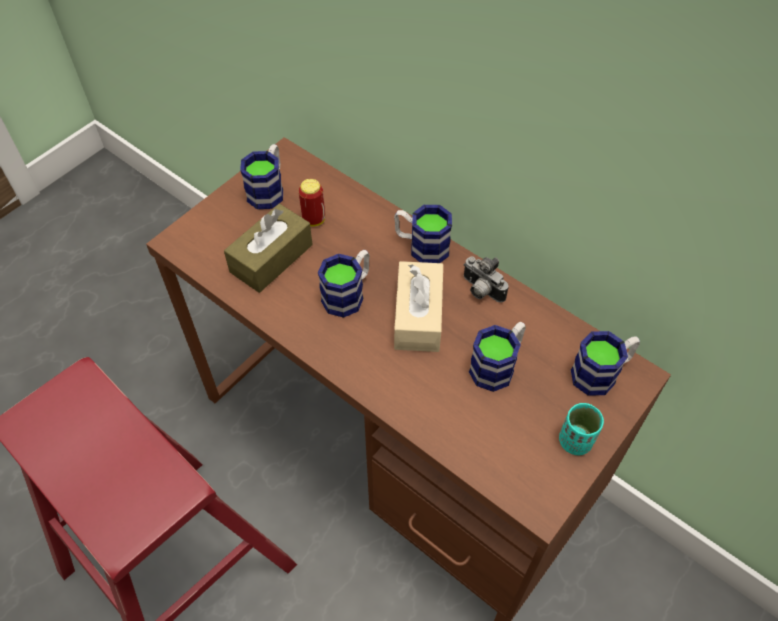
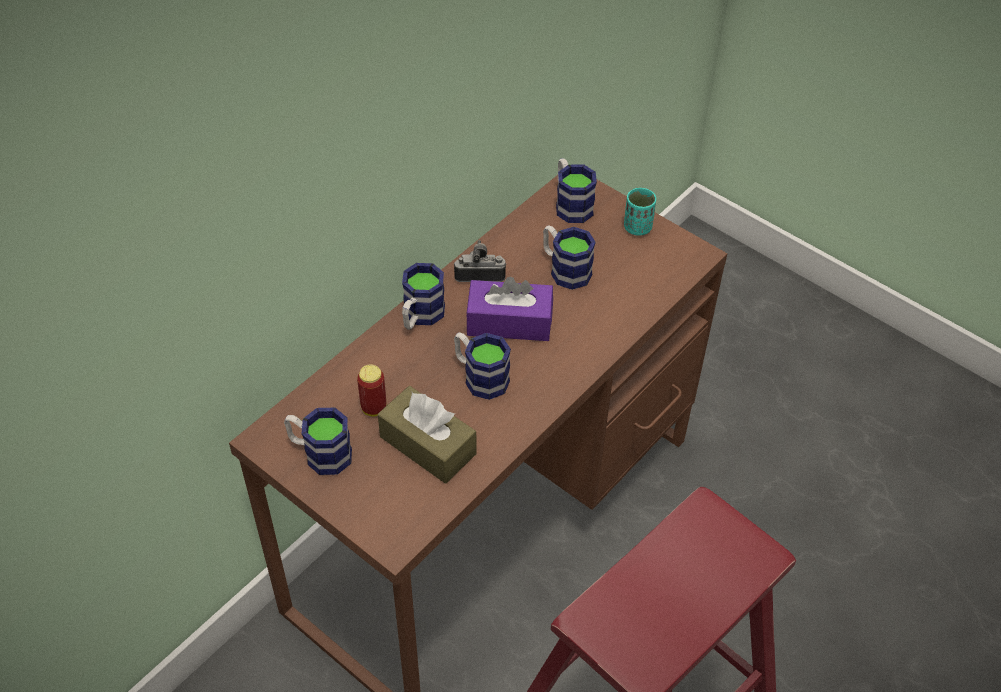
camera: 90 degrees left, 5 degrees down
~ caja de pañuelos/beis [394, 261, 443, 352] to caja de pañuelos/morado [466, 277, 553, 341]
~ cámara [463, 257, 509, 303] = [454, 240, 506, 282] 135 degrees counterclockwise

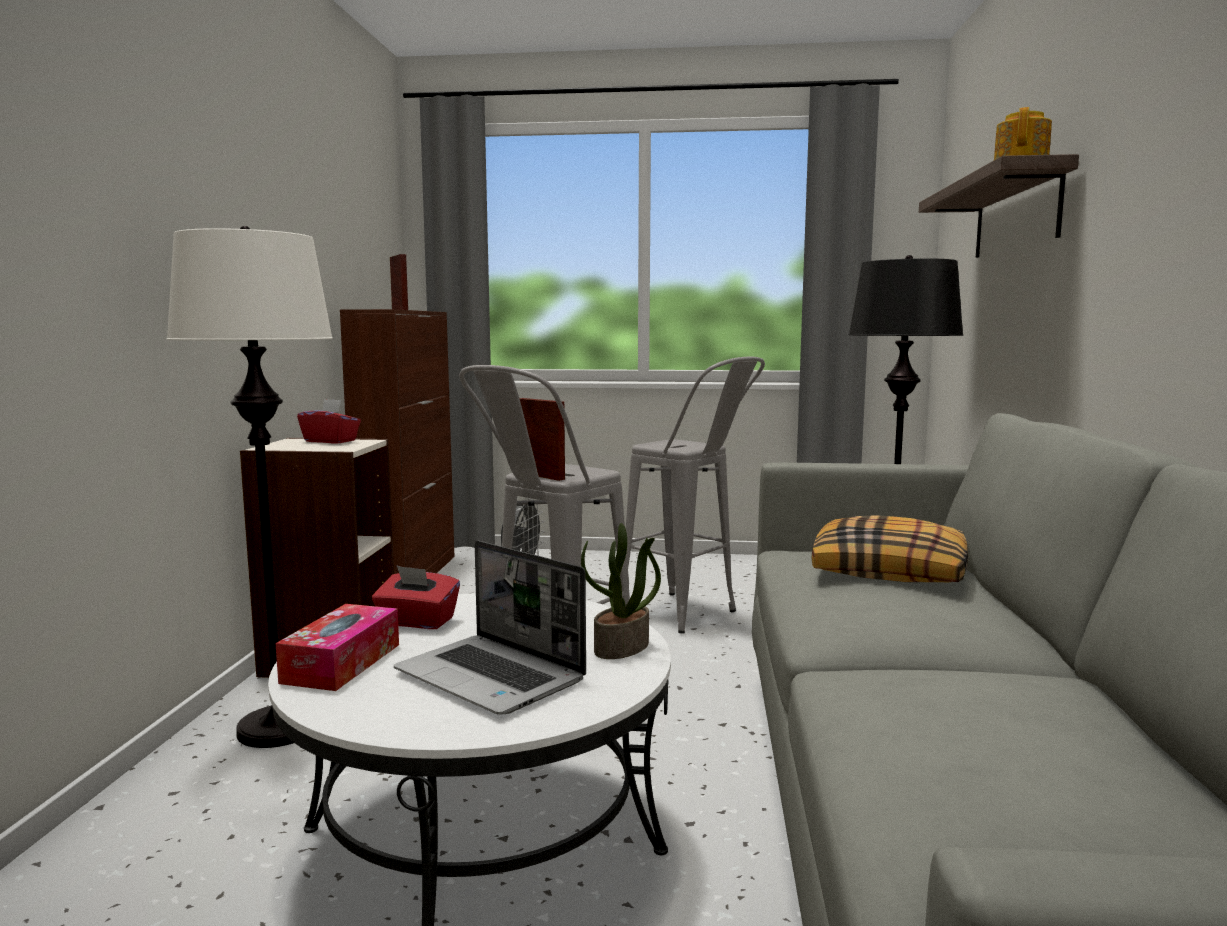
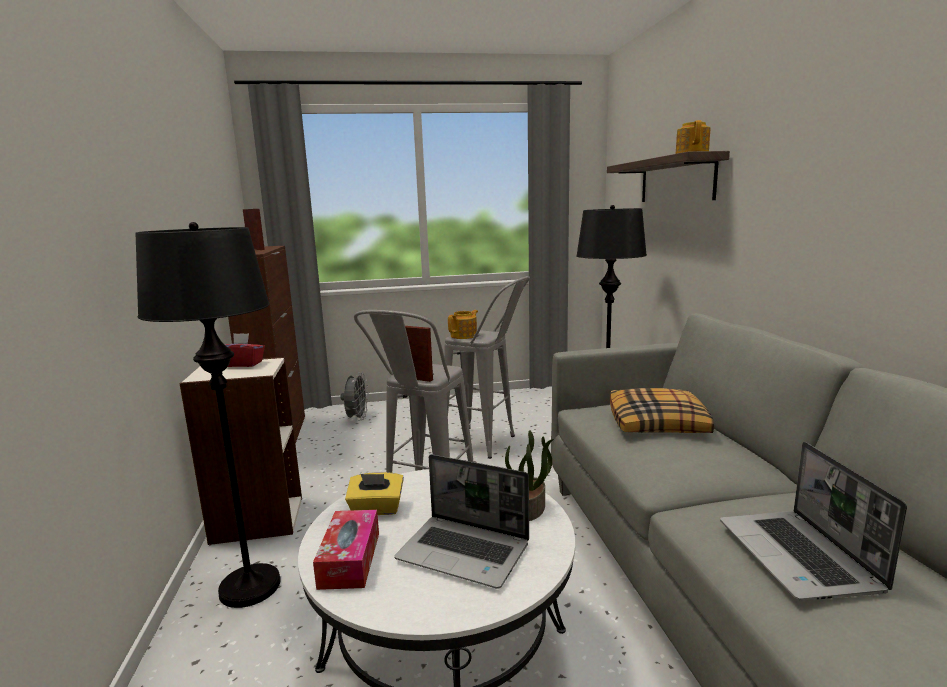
camera: 15 degrees left, 5 degrees up
+ tetera [448, 310, 478, 339]
+ portátil [720, 442, 907, 601]
~ lámpara de pie/blanco [166, 226, 333, 748] to lámpara de pie/negro [135, 222, 281, 608]
~ caja de pañuelos/rojo [372, 566, 460, 629] to caja de pañuelos/amarillo [345, 472, 404, 515]

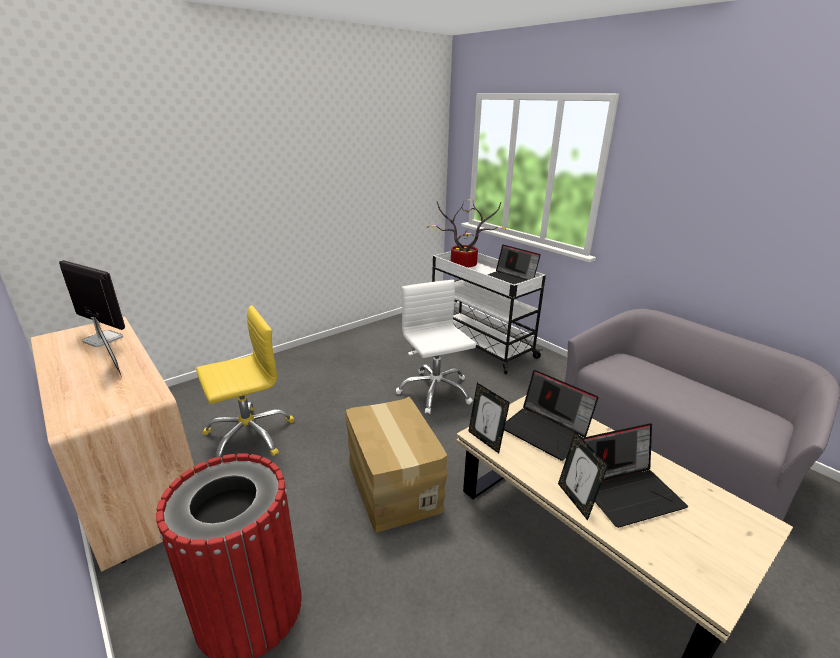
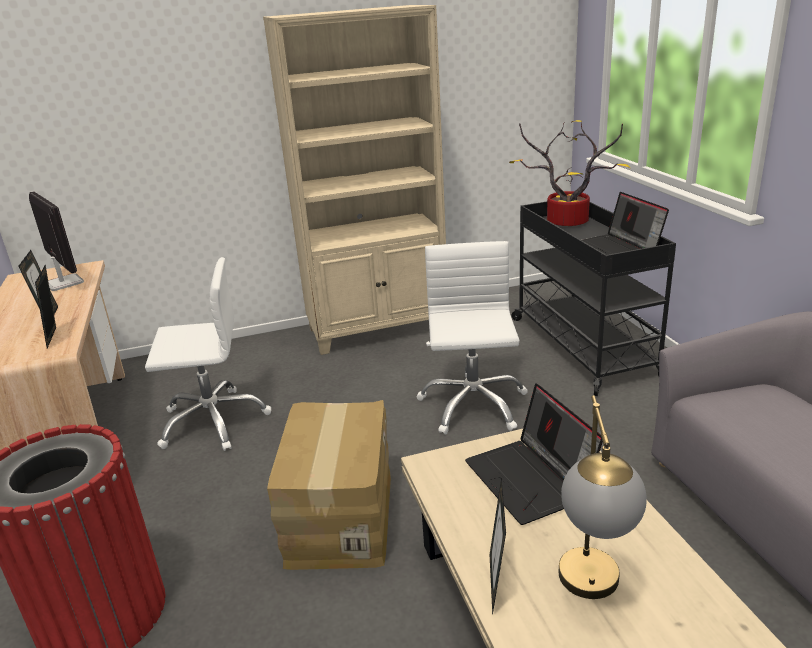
camera: 25 degrees right, 0 degrees up
+ estantería/beis [263, 5, 446, 355]
~ portarretratos [468, 383, 510, 453] to [35, 265, 56, 349]
~ portátil [583, 423, 688, 528] to lámpara de mesa [559, 395, 647, 599]
~ silla de oficina/amarillo [196, 305, 295, 461] to silla de oficina/blanco [145, 257, 271, 451]
~ carrito/blanco [432, 251, 546, 374] to carrito/negro [512, 202, 676, 396]

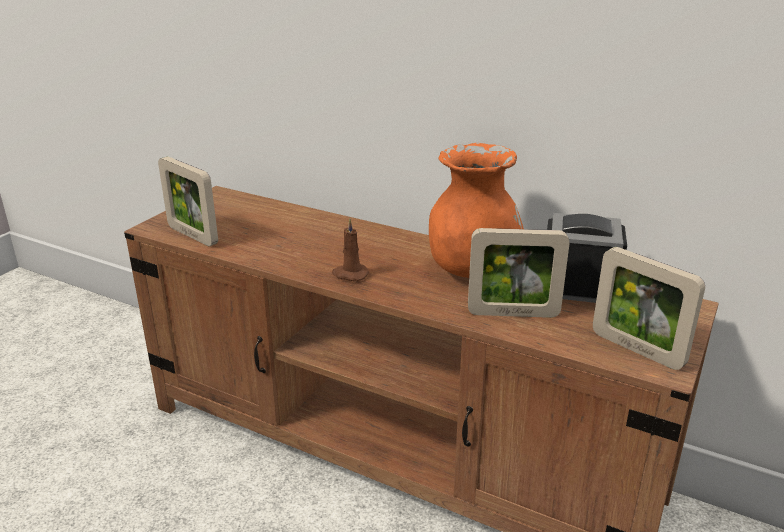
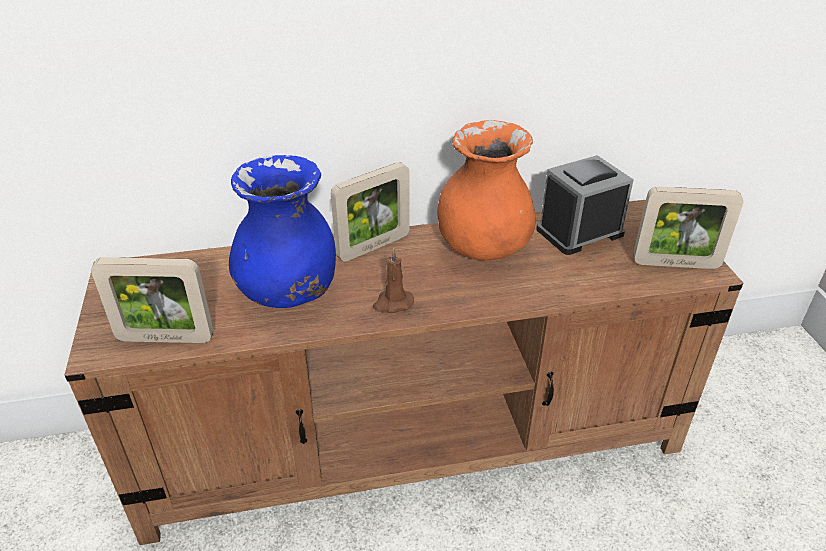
camera: 40 degrees left, 10 degrees up
+ florero/azul [229, 155, 336, 308]
~ portarretratos [468, 228, 569, 318] to [331, 162, 410, 261]

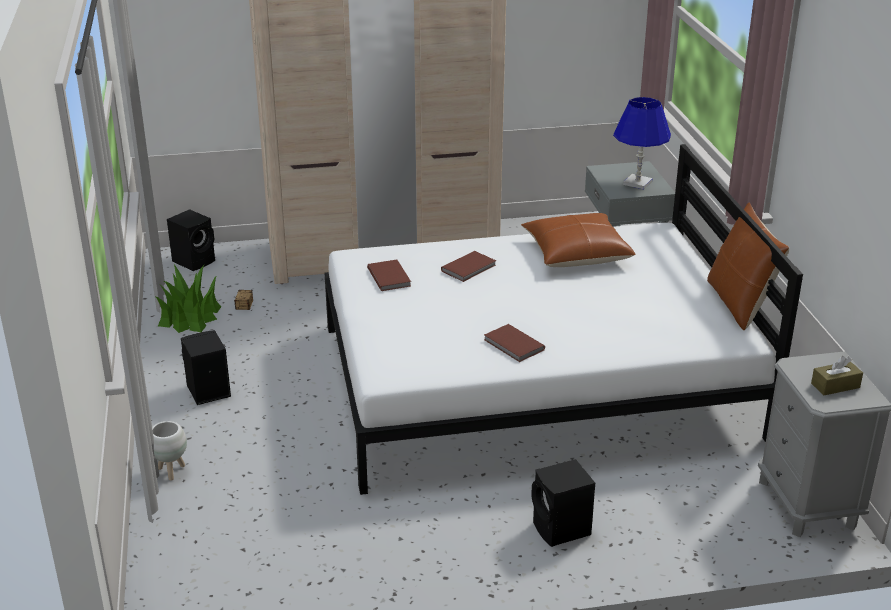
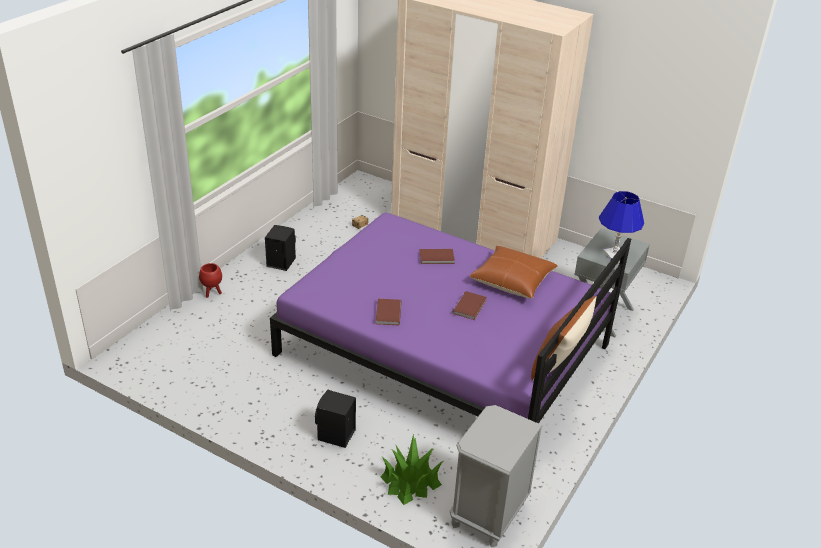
camera: 40 degrees right, 5 degrees up
- altavoz/negro [167, 209, 215, 271]
- caja de pañuelos/marrón [811, 356, 863, 395]
~ planta en maceta [156, 264, 221, 333] to [380, 434, 443, 505]
~ libro/marrón [367, 259, 411, 291] to [452, 291, 487, 320]
~ maceta/blanco [152, 421, 187, 481] to maceta/rojo [199, 263, 222, 298]
~ cama/blanco [325, 144, 803, 495] to cama/morado [270, 213, 631, 424]

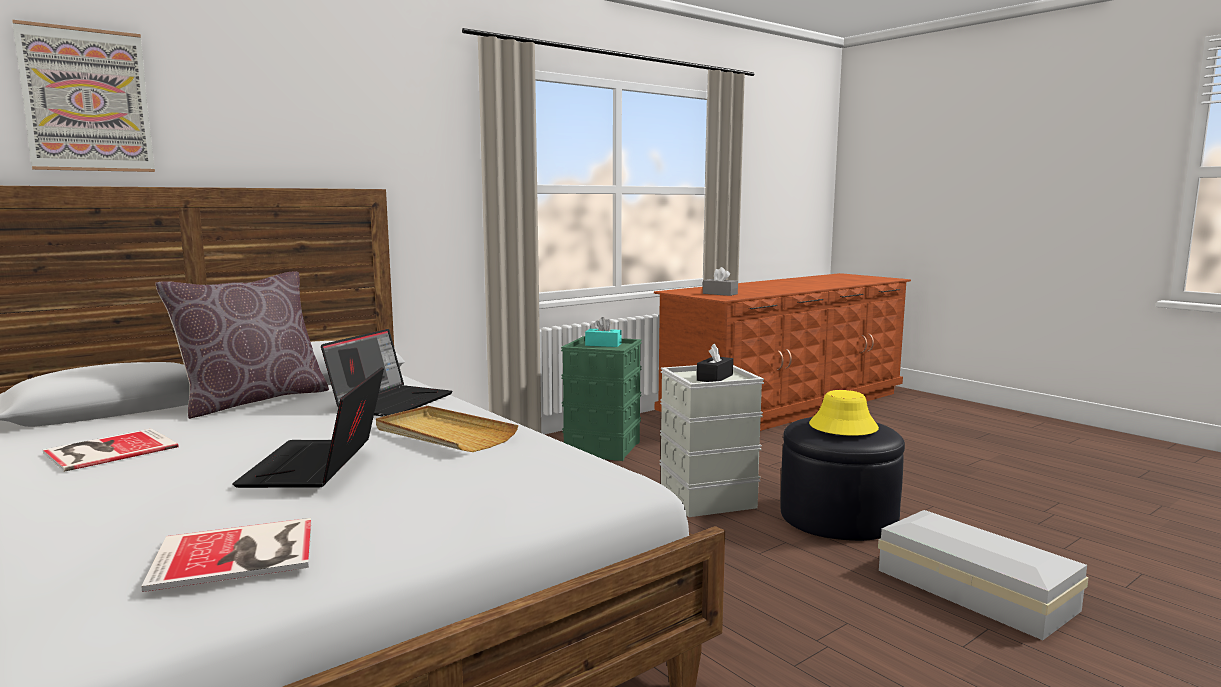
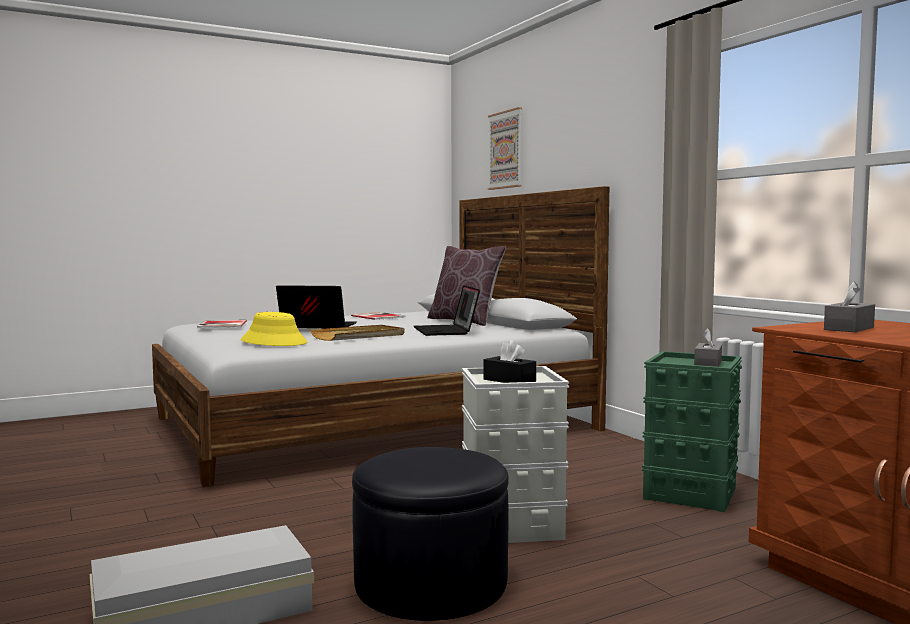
camera: 100 degrees right, 5 degrees down
~ sombrero/amarillo [809, 390, 879, 436] to [241, 312, 307, 346]
~ caja de pañuelos/turquesa [585, 317, 622, 347] to caja de pañuelos/gris [694, 328, 722, 367]
~ portátil [321, 329, 453, 416] = [414, 285, 480, 336] 45 degrees clockwise

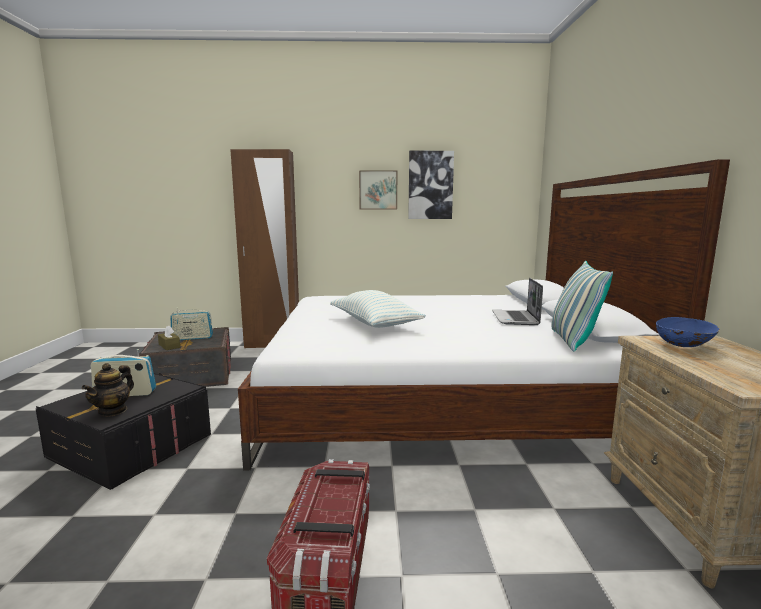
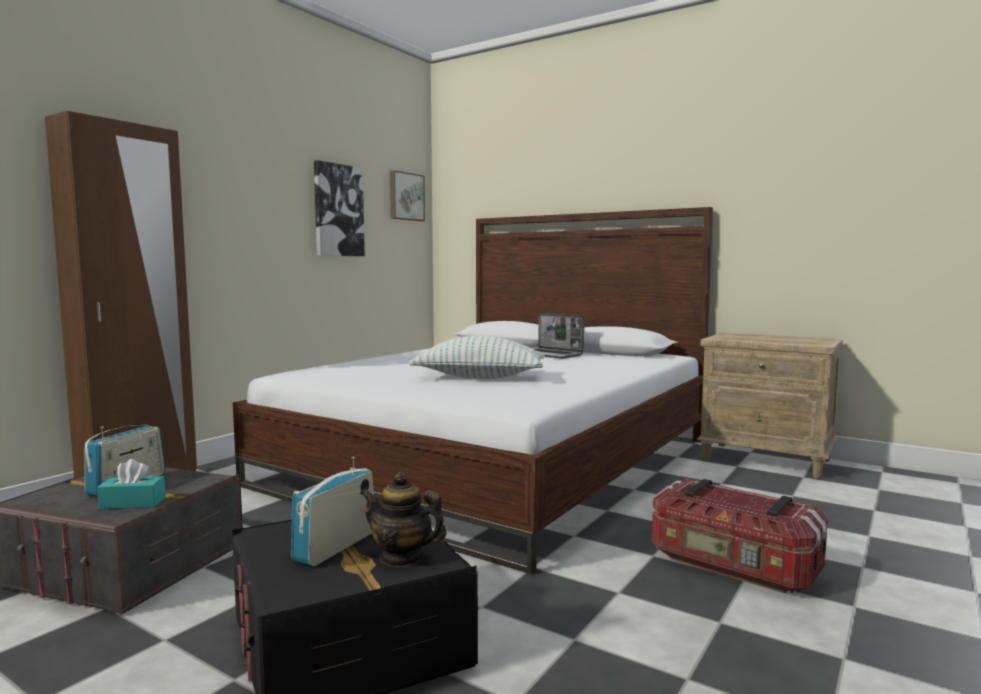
camera: 55 degrees left, 5 degrees down
- cojín [552, 261, 613, 352]
- cuenco/azul [656, 317, 720, 347]
~ cuadro [359, 170, 397, 209] to [390, 170, 425, 221]
~ caja de pañuelos/marrón [158, 325, 180, 350] to caja de pañuelos/turquesa [97, 459, 165, 509]
~ tetera [82, 363, 134, 417] = [360, 472, 447, 567] 150 degrees clockwise

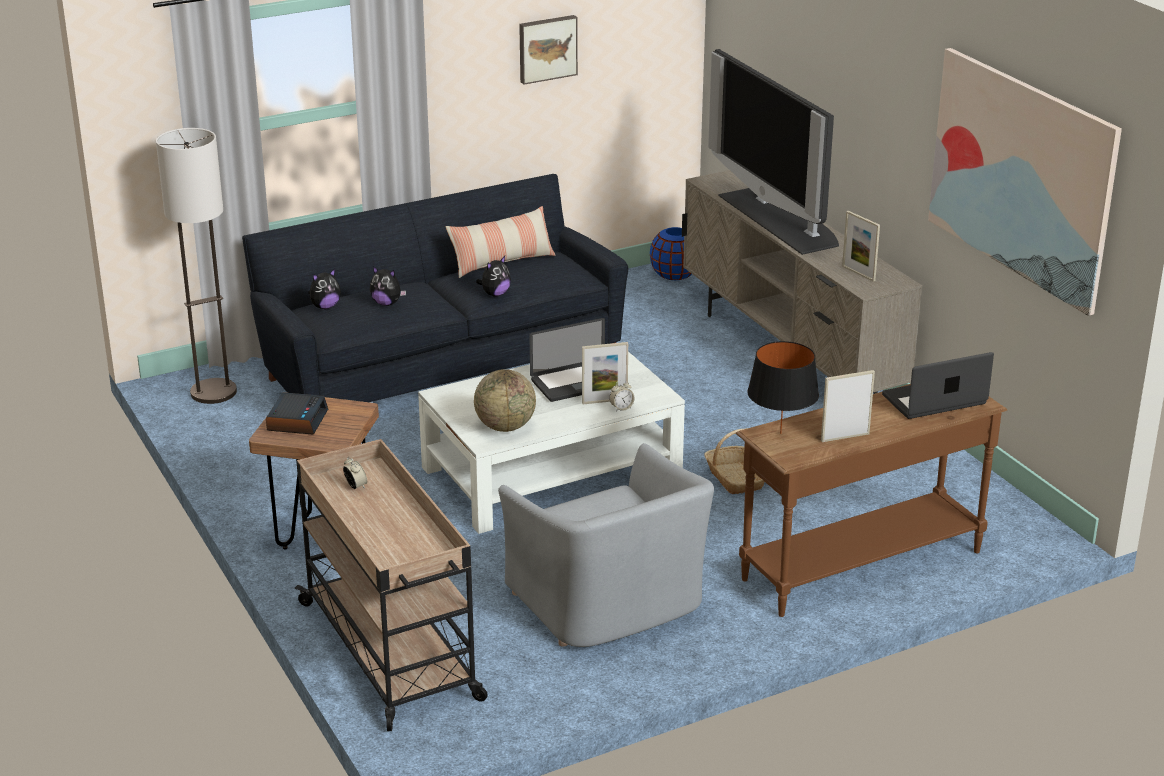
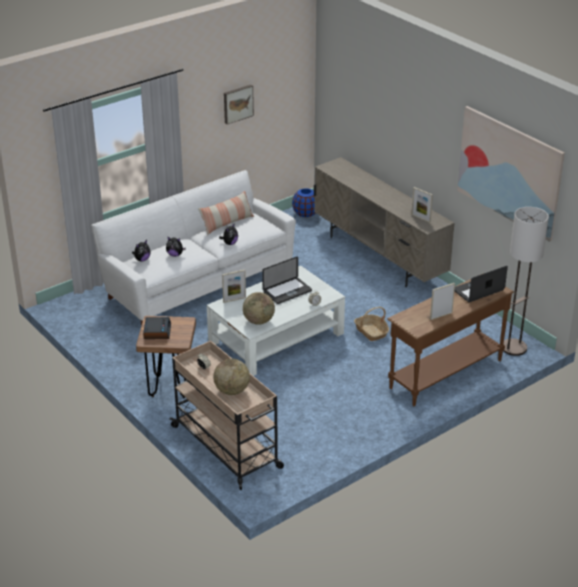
camera: 10 degrees left, 5 degrees up
- sillón/gris [498, 443, 714, 647]
- televisor [708, 49, 839, 255]
- lámpara de mesa/negro [747, 341, 819, 434]
+ globo terráqueo [213, 359, 250, 395]
~ lámpara de pie [156, 128, 237, 404] to [503, 207, 549, 356]
~ portarretratos [582, 342, 628, 404] to [222, 270, 246, 303]
~ sofá/negro [242, 174, 628, 402] to sofá/blanco [91, 170, 296, 326]

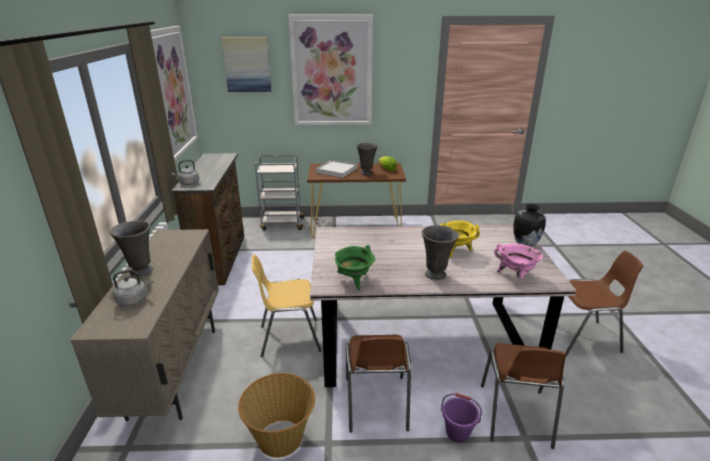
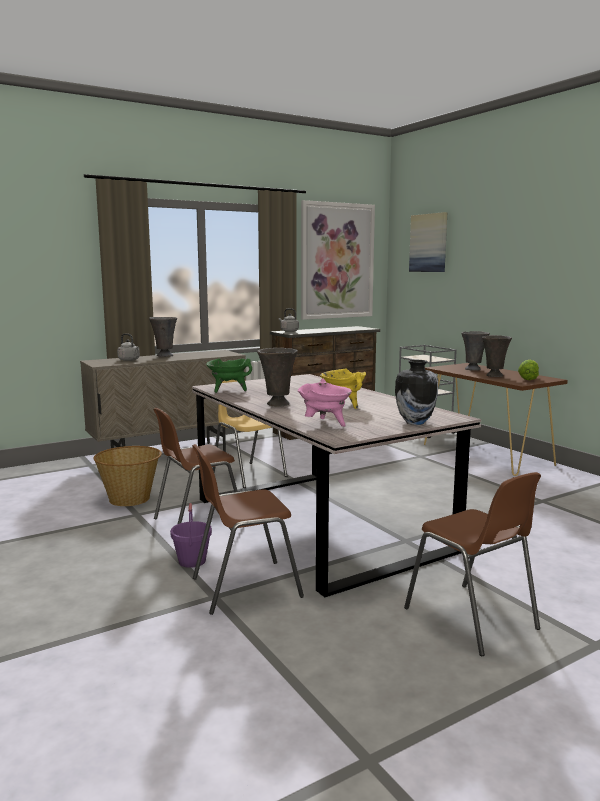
camera: 60 degrees right, 15 degrees down
- cuadro [288, 14, 373, 125]
~ bandeja/blanco [316, 160, 357, 178] to florero/gris [461, 331, 490, 371]

